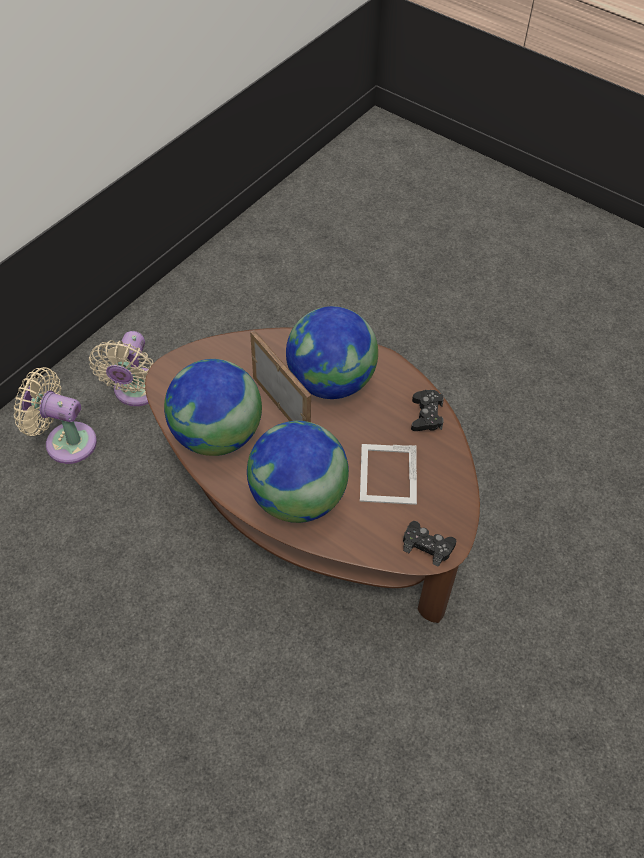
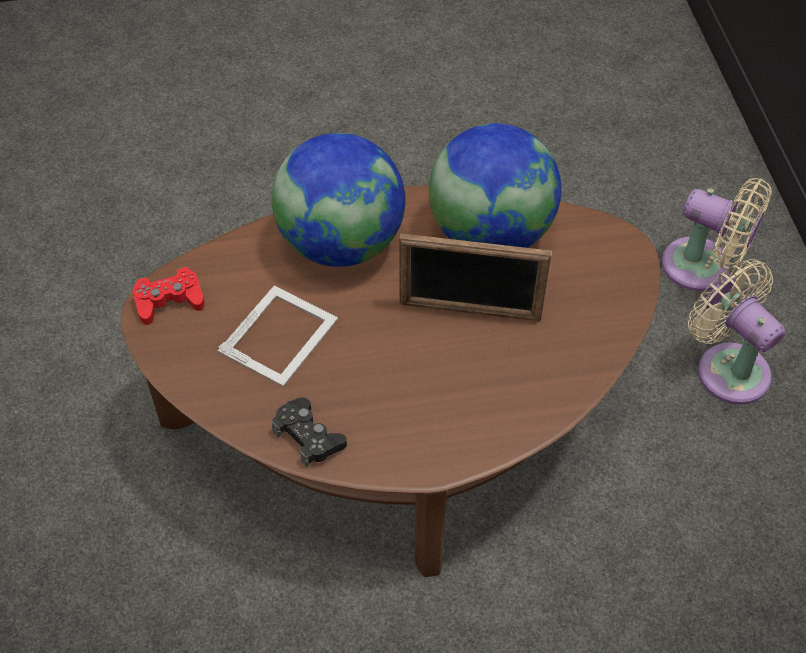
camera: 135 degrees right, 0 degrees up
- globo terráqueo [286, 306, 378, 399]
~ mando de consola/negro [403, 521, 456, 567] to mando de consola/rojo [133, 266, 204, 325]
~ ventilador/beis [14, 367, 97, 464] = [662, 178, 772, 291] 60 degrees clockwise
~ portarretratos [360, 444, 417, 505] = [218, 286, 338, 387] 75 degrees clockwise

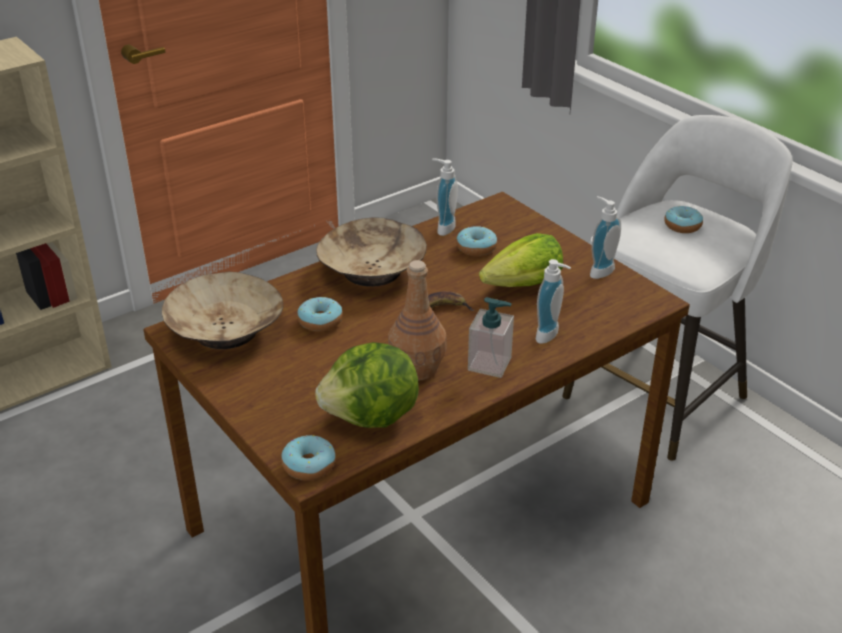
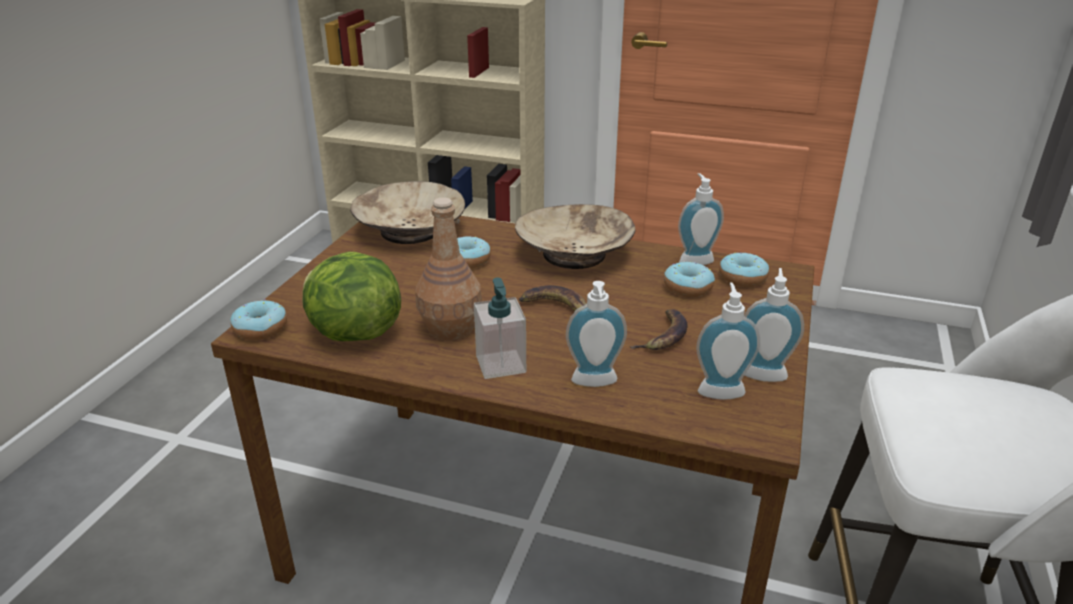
camera: 55 degrees right, 5 degrees down
+ dispensador de jabón [696, 283, 760, 400]
~ rosquilla [664, 206, 703, 233] to [719, 252, 769, 287]
~ lechuga [479, 233, 563, 287] to plátano [630, 309, 688, 350]

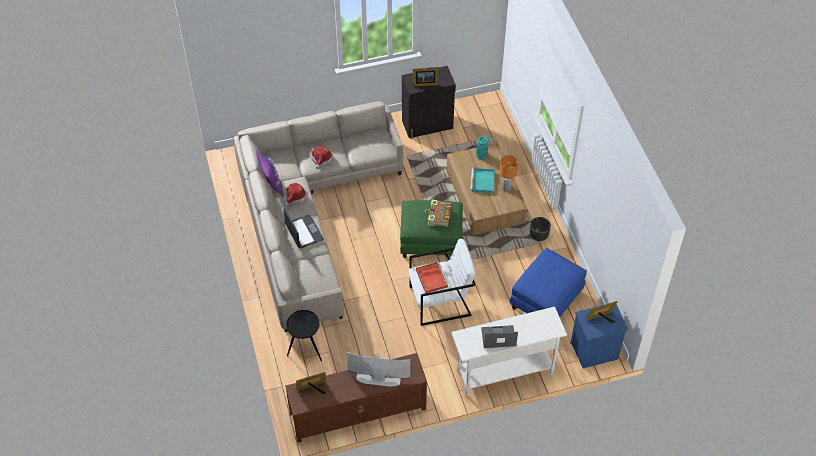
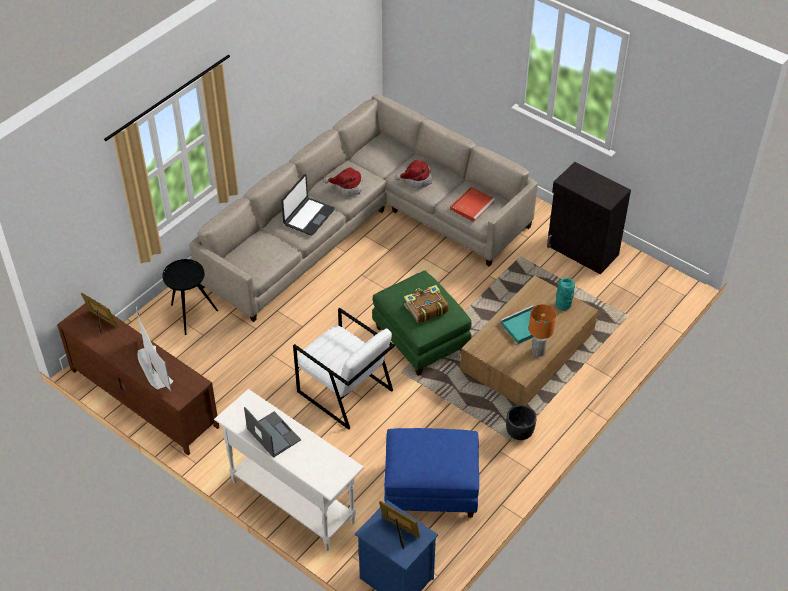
camera: 55 degrees right, 5 degrees down
- cojín/morado [256, 150, 284, 197]
- portarretratos [413, 67, 438, 86]
~ bandeja/rojo [416, 262, 449, 293] to [450, 187, 496, 222]

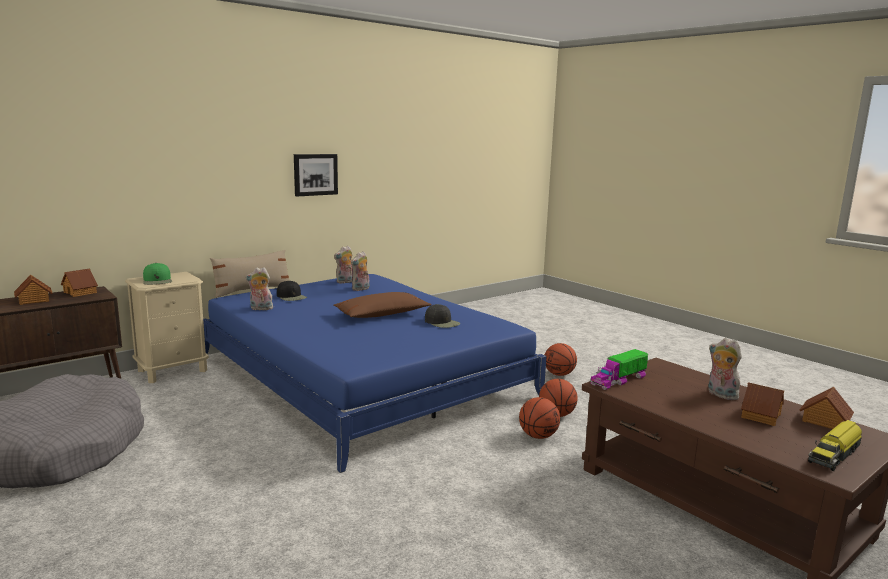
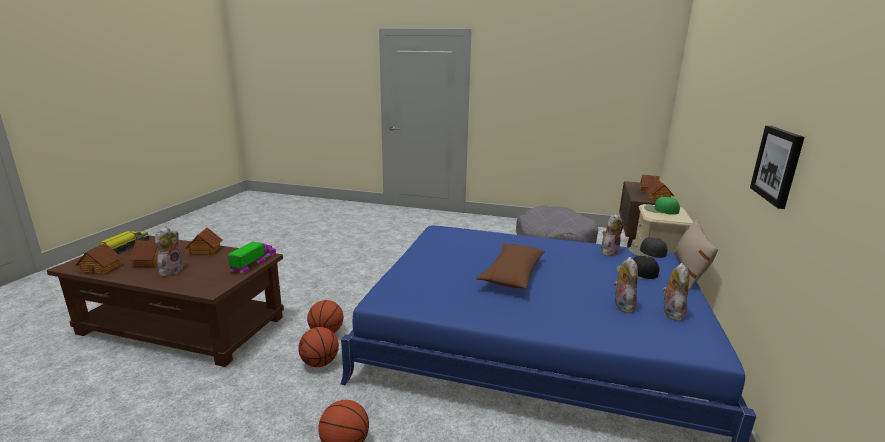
camera: 145 degrees right, 5 degrees up
+ casita [186, 227, 223, 255]
~ gorra/negro [425, 304, 461, 328] to [629, 237, 667, 258]
~ peluche [708, 338, 742, 400] = [155, 227, 184, 277] 90 degrees counterclockwise

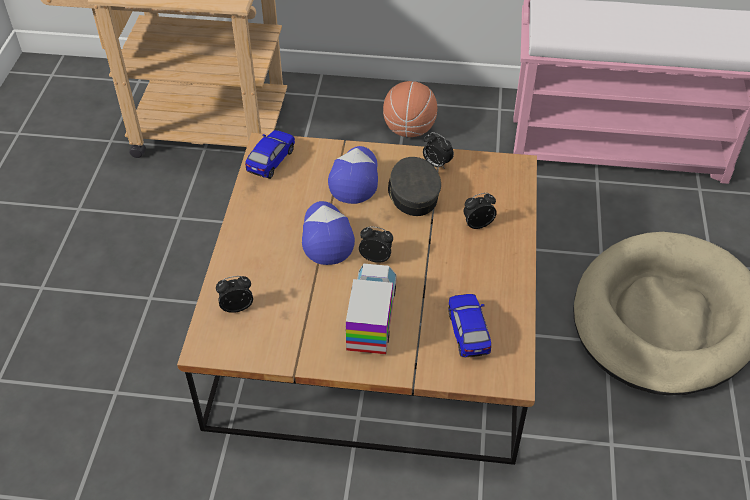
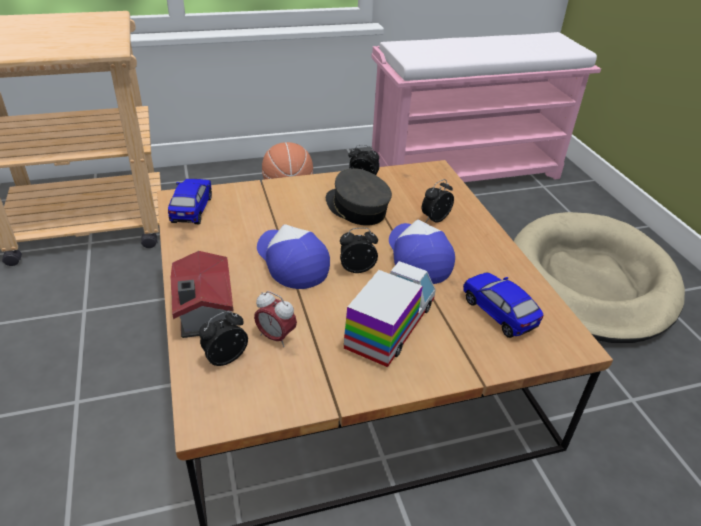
camera: 25 degrees left, 10 degrees down
+ casita [171, 251, 234, 338]
+ despertador [254, 291, 297, 347]
~ gorra [328, 146, 378, 204] to [389, 220, 455, 284]
~ camión de juguete [346, 263, 396, 354] = [344, 261, 435, 367] 45 degrees clockwise

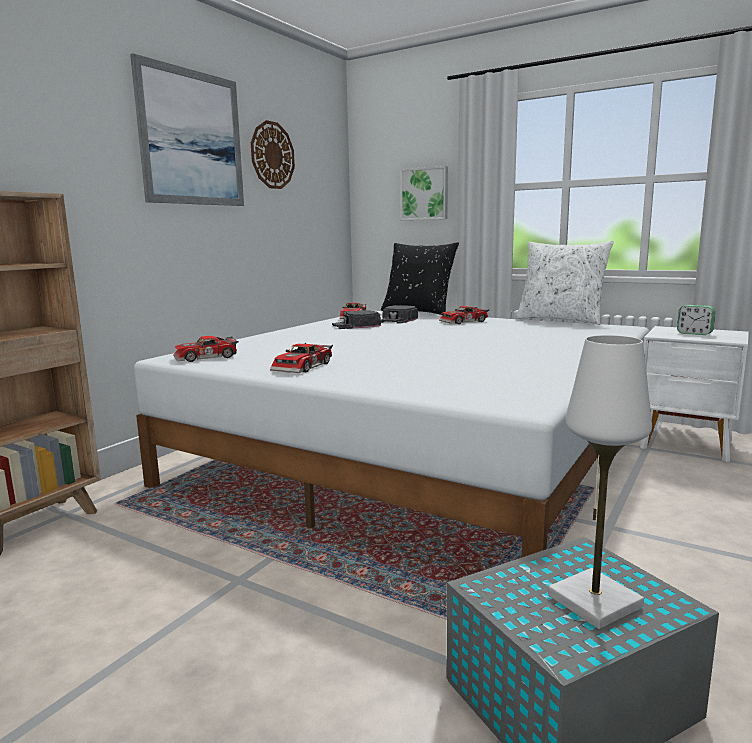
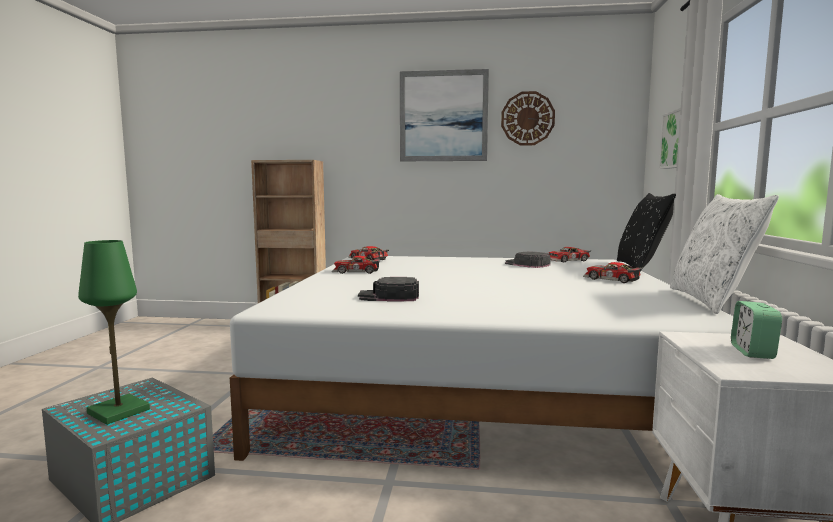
camera: 65 degrees right, 5 degrees down
~ gorra/negro [381, 305, 418, 324] to [358, 277, 419, 302]
~ lámpara de mesa/blanco [548, 335, 652, 629] to lámpara de mesa/verde [78, 240, 150, 425]

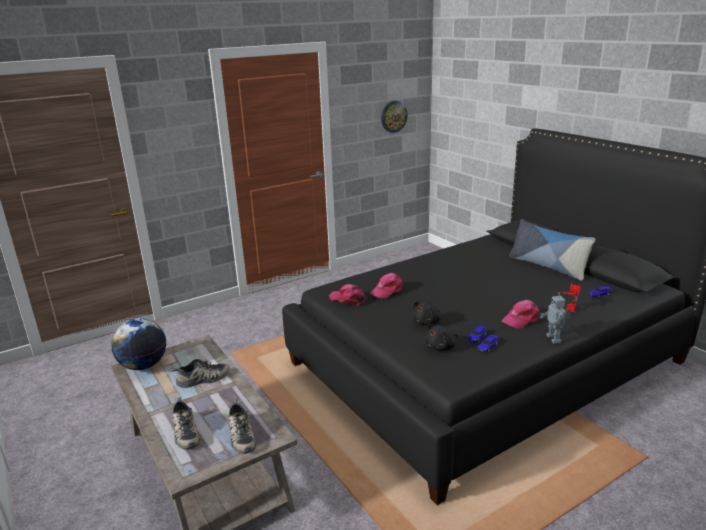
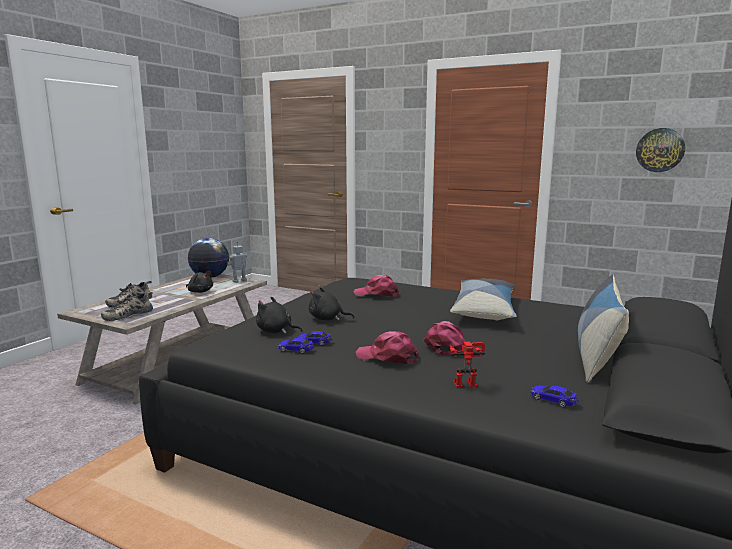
camera: 60 degrees right, 10 degrees down
+ cojín [450, 279, 517, 320]
~ gorra/rosa [329, 284, 367, 305] to [423, 321, 466, 355]
~ robot de juguete [540, 292, 571, 344] to [227, 241, 247, 283]
~ zapato [172, 359, 230, 388] to peluche/negro [186, 271, 213, 293]

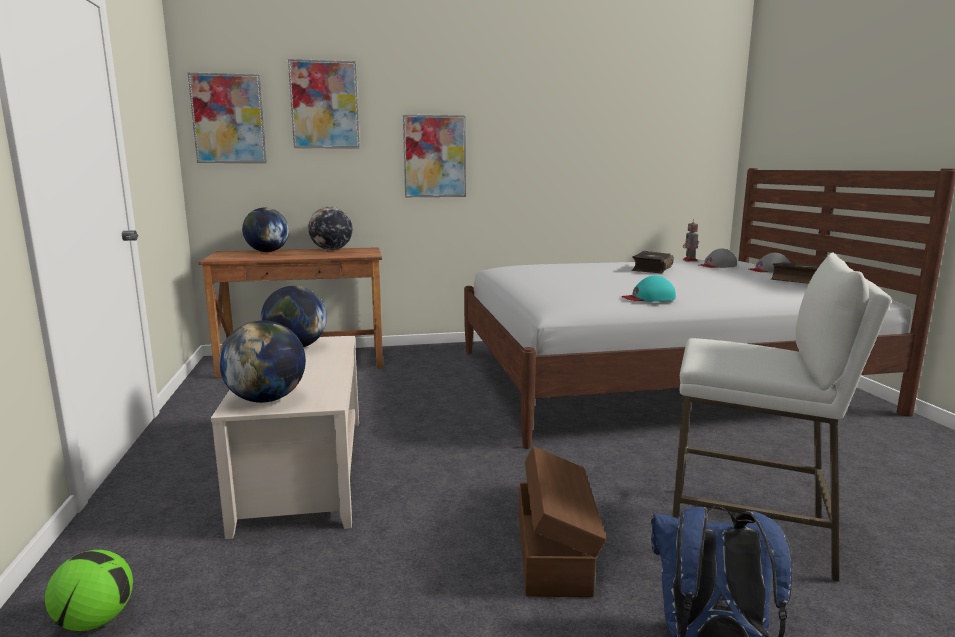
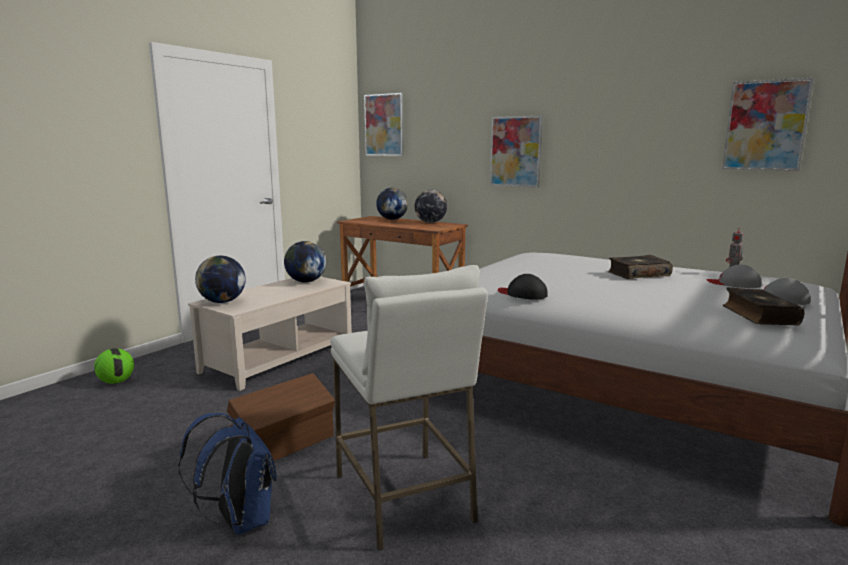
camera: 45 degrees right, 0 degrees up
~ cuadro [288, 59, 360, 149] to [723, 78, 814, 171]
~ gorra/turquesa [621, 276, 676, 302] to gorra/negro [498, 274, 548, 300]

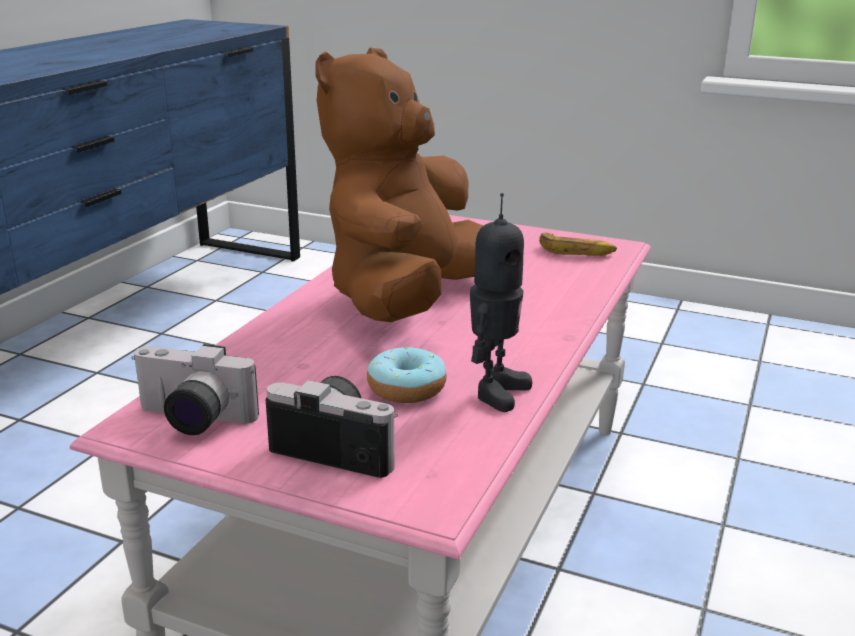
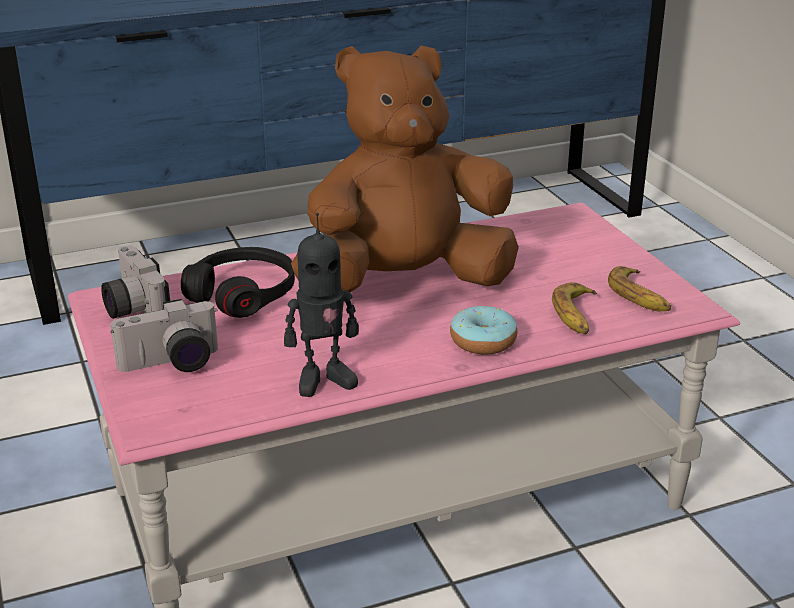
camera: 45 degrees right, 5 degrees up
+ auriculares/negro [181, 247, 295, 318]
+ plátano [552, 282, 597, 334]
~ rosquilla [367, 347, 447, 403] to [450, 306, 518, 355]
~ cámara [266, 376, 398, 478] = [110, 299, 218, 372] 90 degrees clockwise

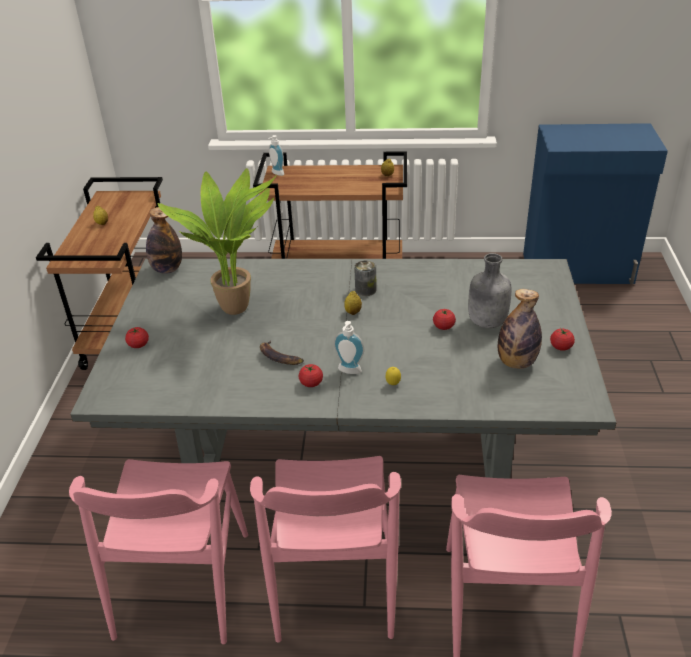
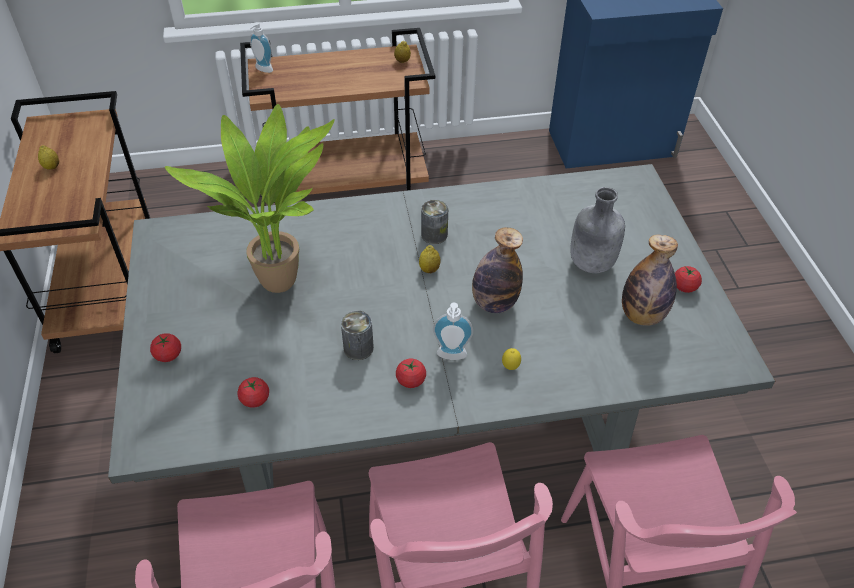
camera: 15 degrees left, 10 degrees up
~ botella [146, 207, 182, 274] to [472, 227, 523, 313]
~ tomate [433, 309, 456, 330] to [237, 377, 269, 408]
~ plátano [260, 340, 304, 365] to lata [341, 311, 374, 360]

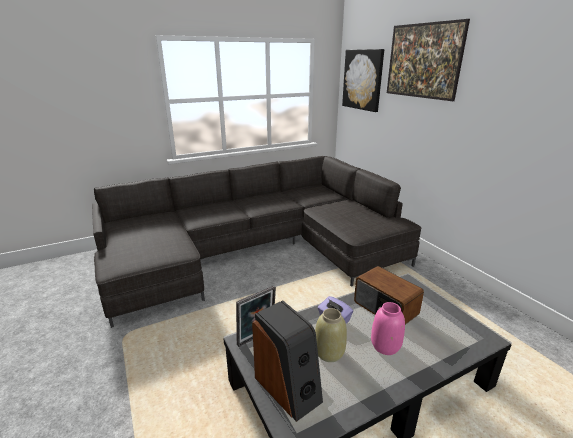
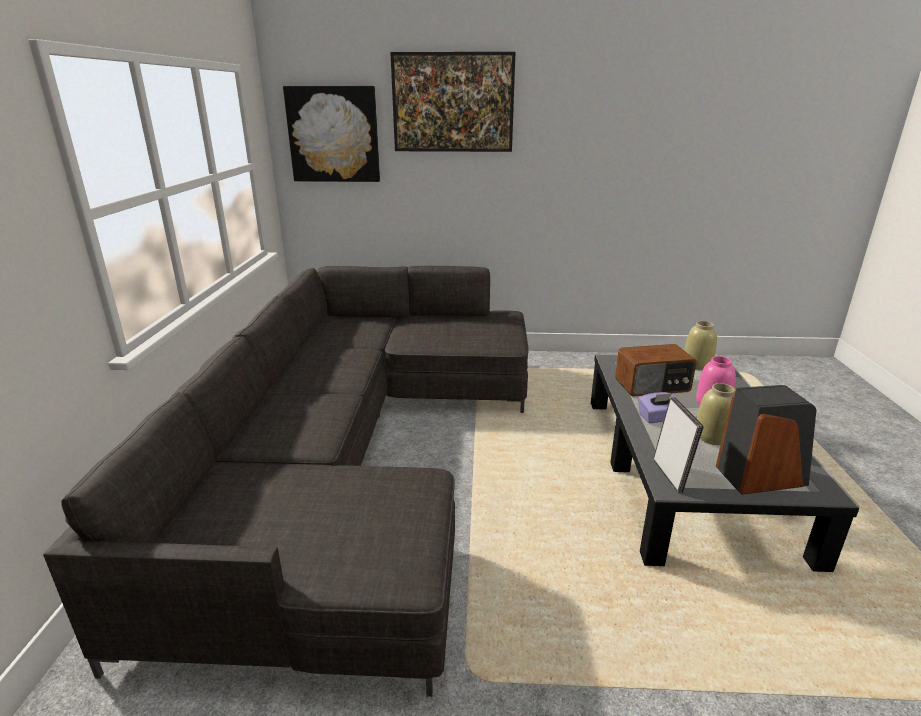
camera: 60 degrees left, 0 degrees up
+ florero/beis [684, 321, 717, 370]

